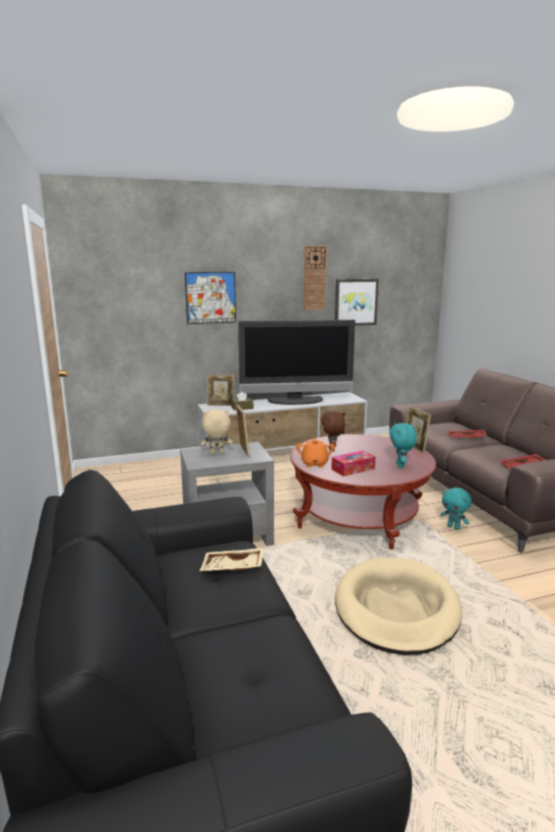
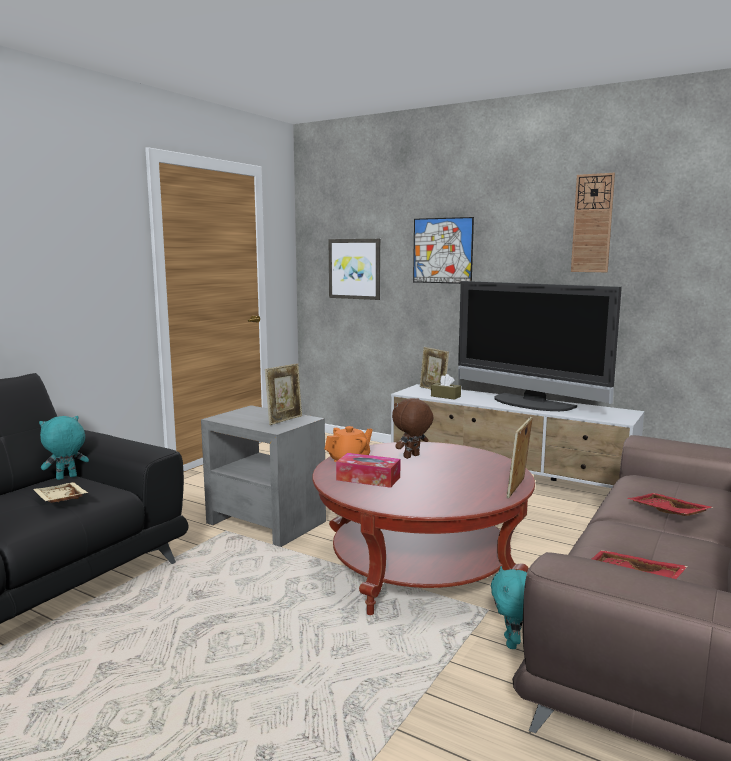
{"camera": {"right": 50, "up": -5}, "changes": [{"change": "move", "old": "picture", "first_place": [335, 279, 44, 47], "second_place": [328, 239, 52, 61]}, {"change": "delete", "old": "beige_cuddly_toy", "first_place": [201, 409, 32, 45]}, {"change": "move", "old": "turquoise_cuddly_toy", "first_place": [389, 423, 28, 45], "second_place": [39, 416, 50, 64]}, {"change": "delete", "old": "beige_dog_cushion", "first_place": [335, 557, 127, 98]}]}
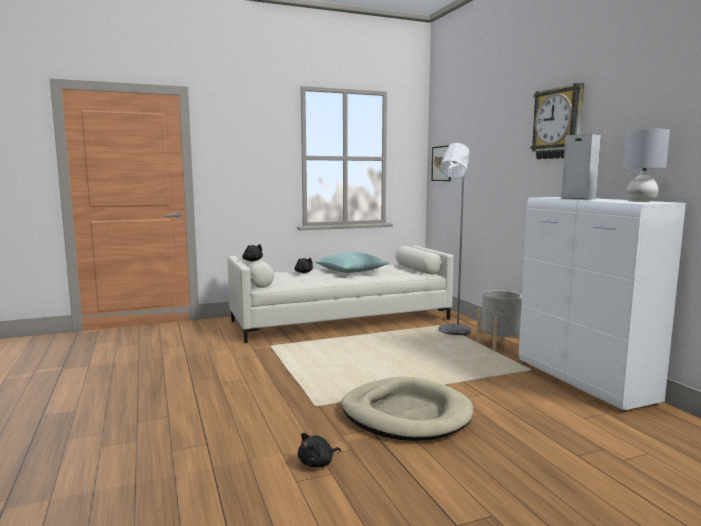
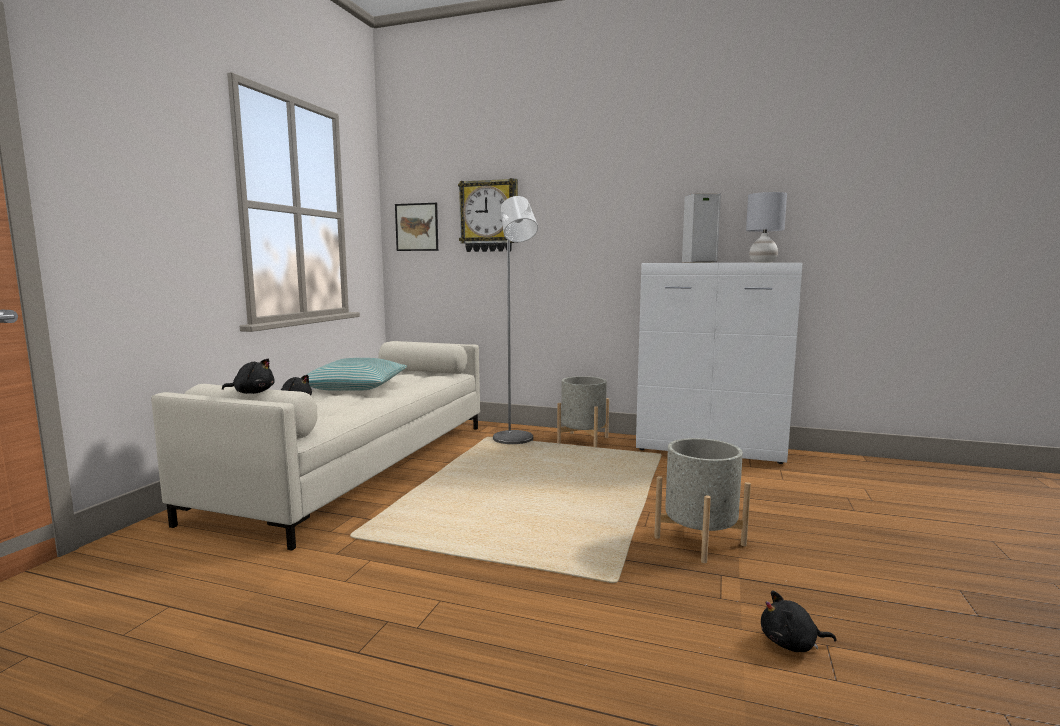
{"camera": {"right": -50, "up": 0}, "changes": [{"change": "move", "old": "wall_clock", "first_place": [530, 83, 54, 76], "second_place": [458, 178, 60, 74]}, {"change": "replace", "old": "beige_dog_cushion", "new": "greyish_plant_pot", "first_place": [341, 377, 132, 64], "second_place": [654, 438, 97, 125]}, {"change": "rotate", "old": "black_cuddly_toy", "first_place": [298, 433, 43, 34], "second_place": [761, 591, 76, 61], "degrees": 90}]}
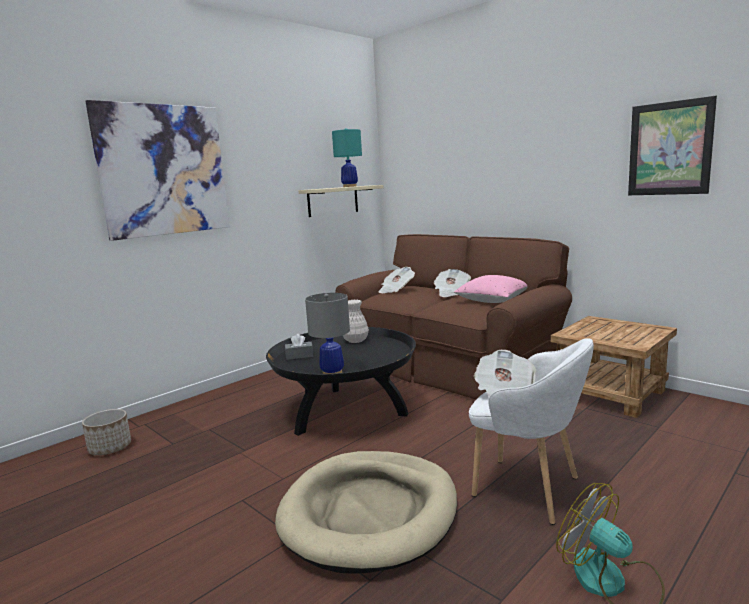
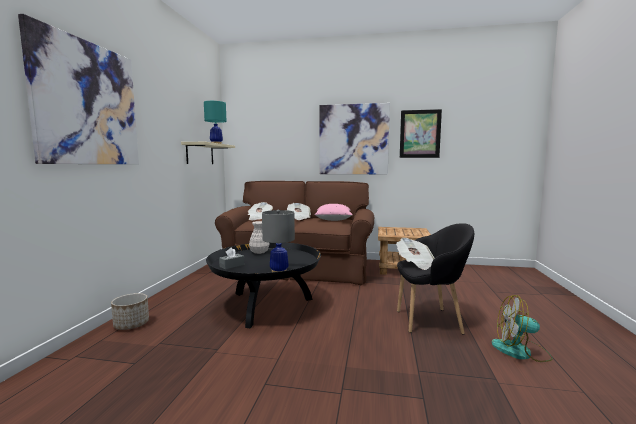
{"camera": {"right": -35, "up": -5}, "changes": [{"change": "recolor", "old": "white_easy_chair", "new": "black_easy_chair", "first_place": [469, 339, 125, 186], "second_place": [397, 223, 77, 112]}, {"change": "move", "old": "plant_pot", "first_place": [82, 409, 49, 46], "second_place": [111, 293, 38, 37]}, {"change": "delete", "old": "beige_dog_cushion", "first_place": [275, 451, 182, 122]}, {"change": "insert", "new": "picture", "second_place": [320, 103, 70, 71]}]}
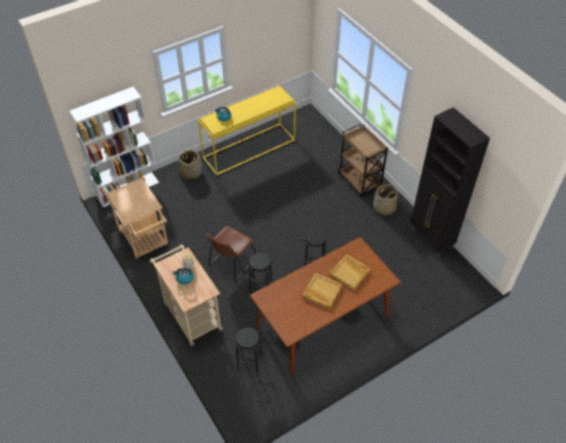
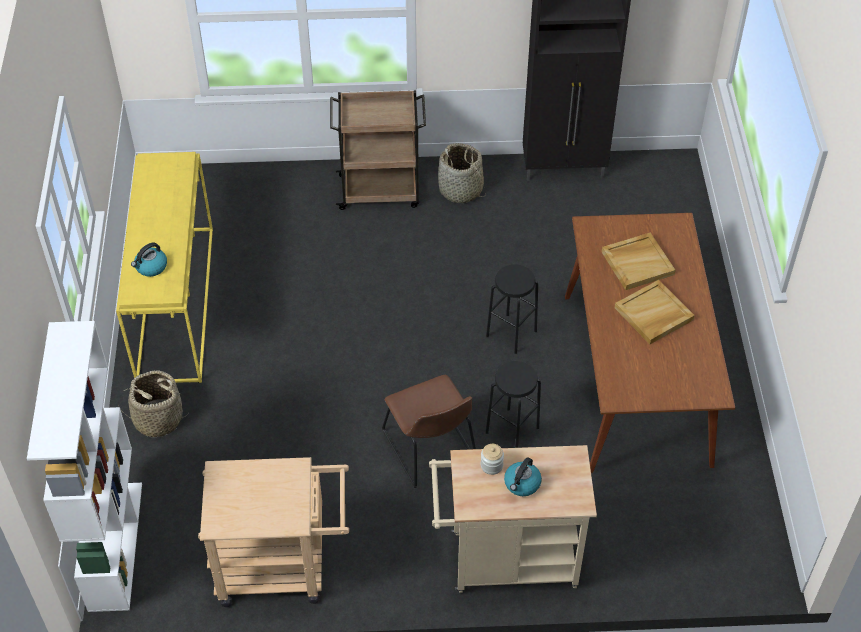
{"camera": {"right": -60, "up": 0}, "changes": [{"change": "delete", "old": "black_stool_seat", "first_place": [236, 328, 26, 44]}]}
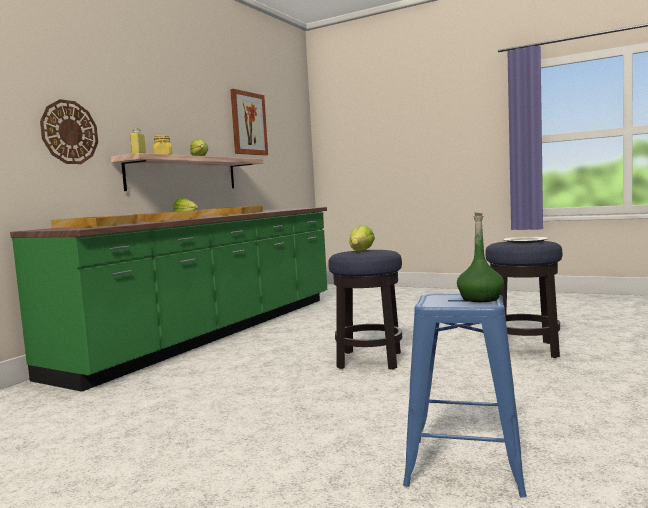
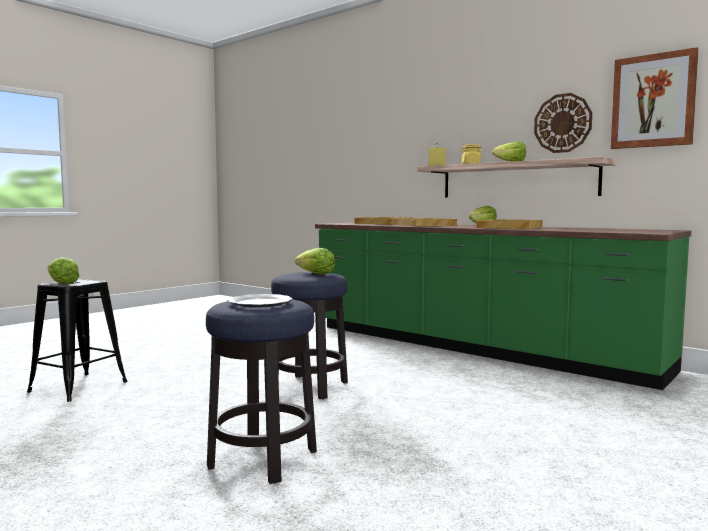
{"camera": {"right": 100, "up": 0}, "changes": [{"change": "move", "old": "wall_clock", "first_place": [40, 99, 58, 65], "second_place": [534, 93, 58, 60]}, {"change": "replace", "old": "green_beverage_bottle", "new": "lettuce", "first_place": [457, 212, 47, 90], "second_place": [48, 257, 31, 28]}, {"change": "recolor", "old": "blue_stool_seat", "new": "black_stool_seat", "first_place": [403, 294, 124, 203], "second_place": [27, 279, 100, 123]}]}
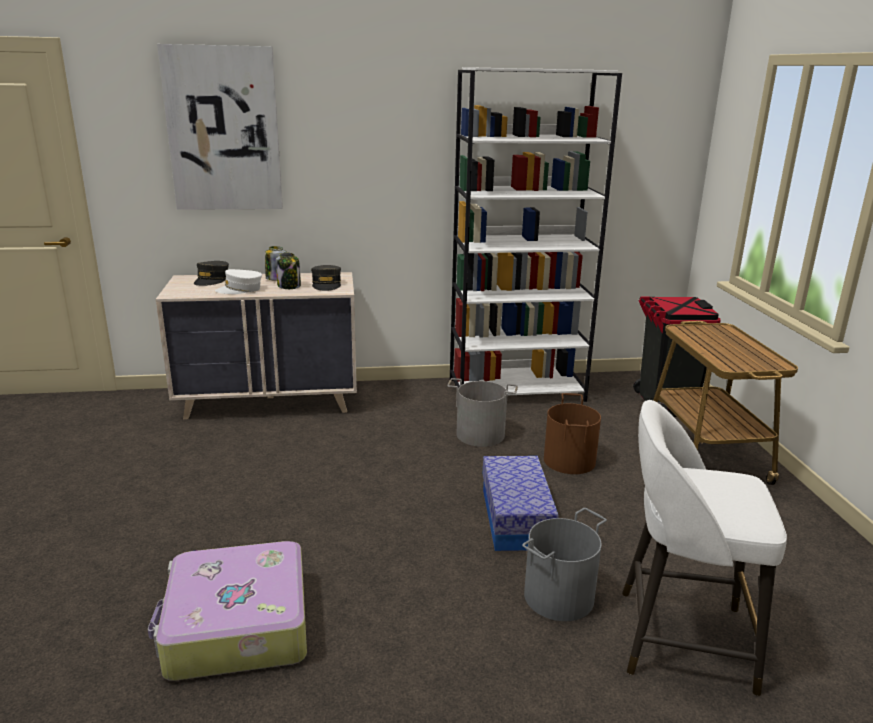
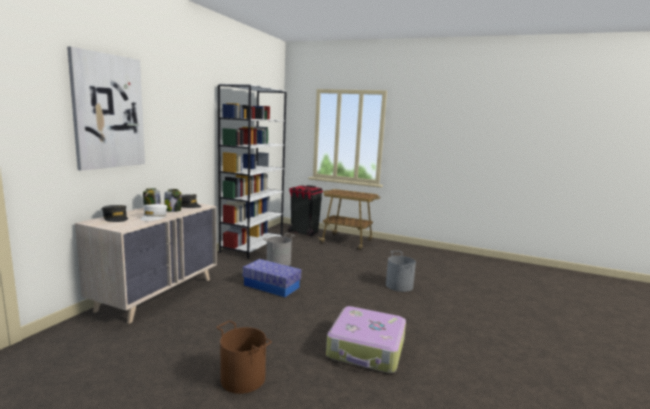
{"camera": {"right": -60, "up": -10}, "changes": [{"change": "move", "old": "brown_water_bucket", "first_place": [544, 393, 57, 81], "second_place": [216, 321, 56, 73]}, {"change": "delete", "old": "white_stool_seat", "first_place": [622, 400, 165, 296]}, {"change": "move", "old": "storage_bin", "first_place": [483, 456, 76, 95], "second_place": [243, 259, 58, 38]}]}
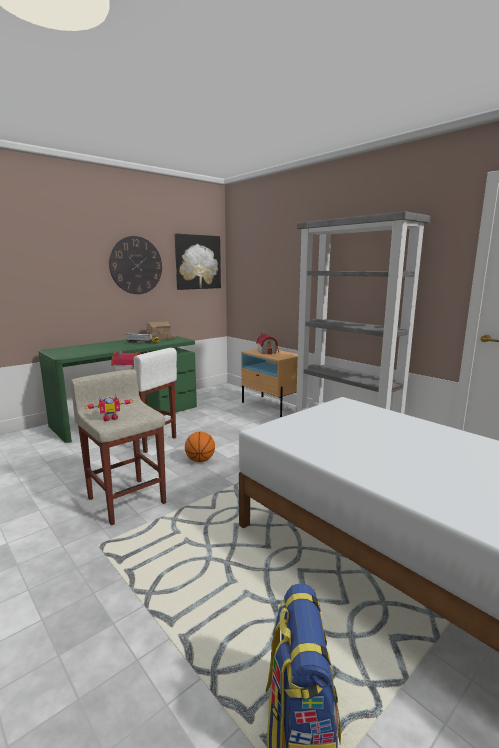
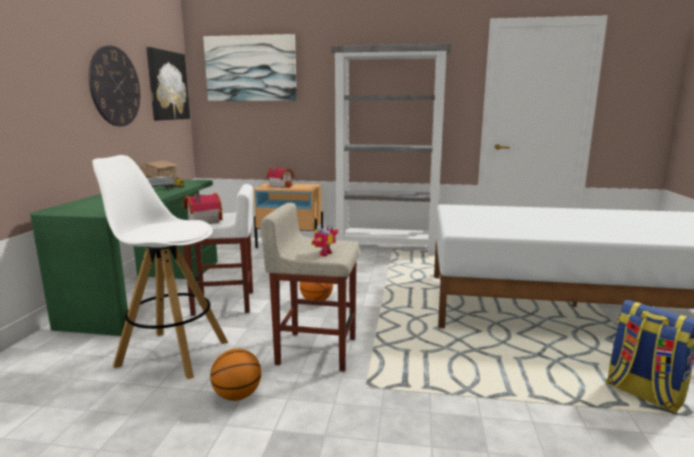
{"camera": {"right": -40, "up": 0}, "changes": [{"change": "insert", "new": "picture", "second_place": [203, 34, 94, 67]}, {"change": "insert", "new": "white_stool_seat", "second_place": [92, 155, 136, 224]}, {"change": "insert", "new": "ball_for_basketball", "second_place": [210, 349, 51, 52]}]}
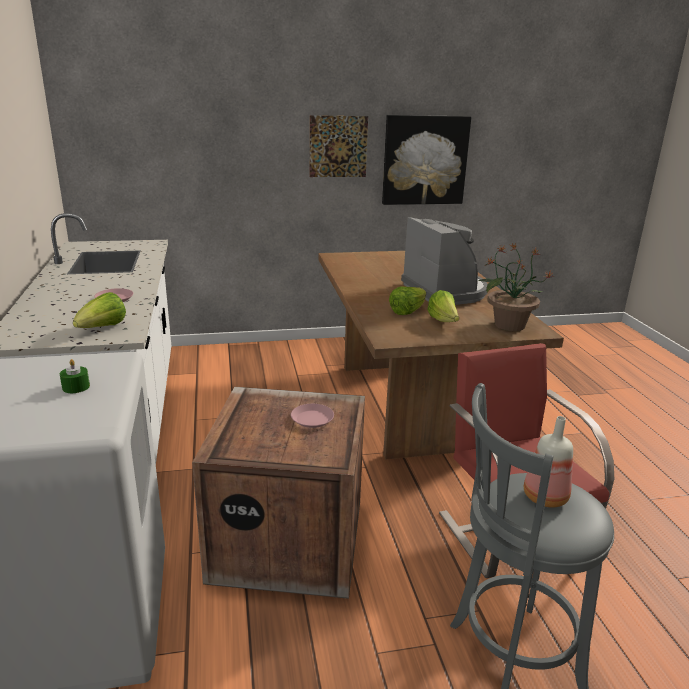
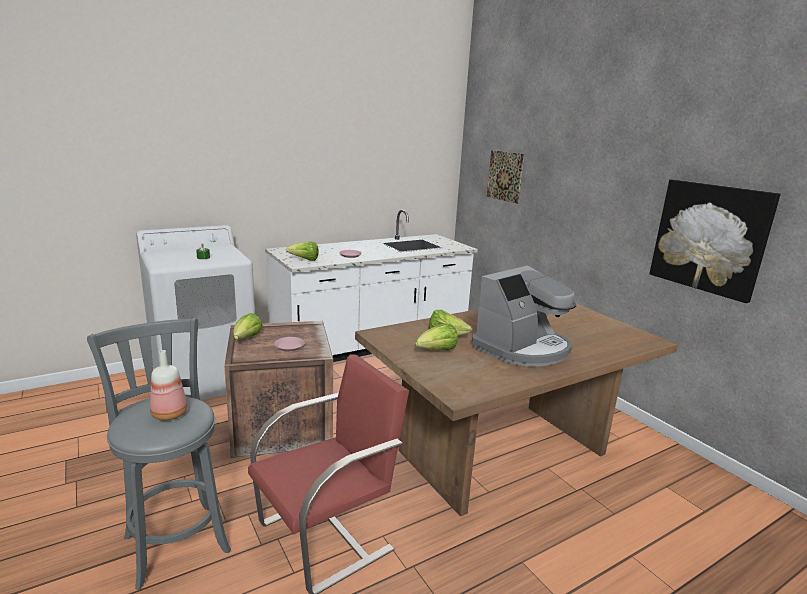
{"camera": {"right": 70, "up": -5}, "changes": [{"change": "move", "old": "picture", "first_place": [310, 115, 58, 62], "second_place": [487, 150, 37, 54]}, {"change": "delete", "old": "potted_plant", "first_place": [478, 243, 77, 88]}, {"change": "insert", "new": "lettuce", "second_place": [233, 313, 29, 27]}]}
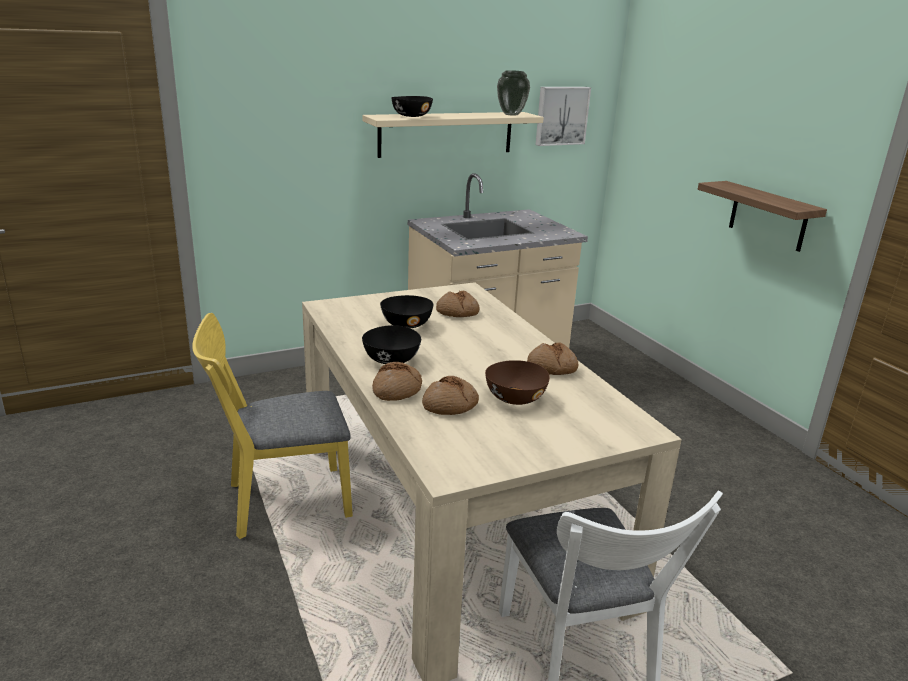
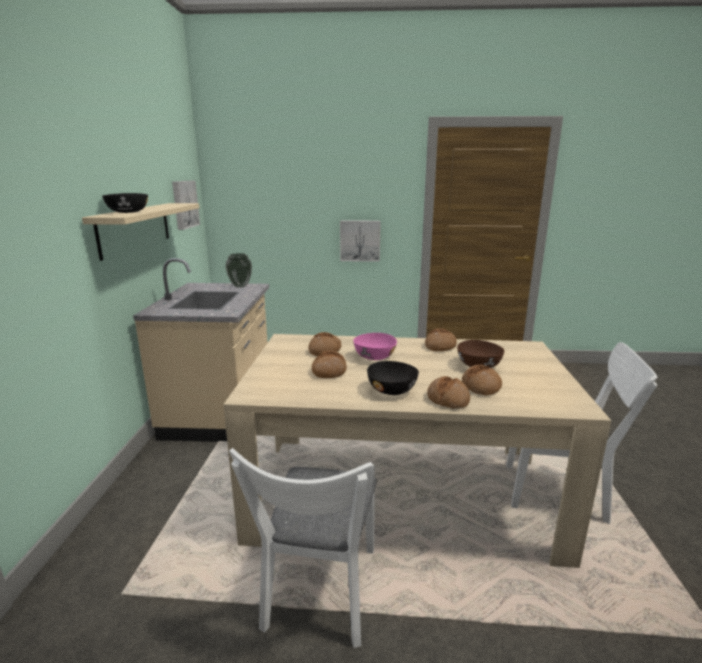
{"camera": {"right": -60, "up": -5}, "changes": [{"change": "move", "old": "decorative_vase", "first_place": [497, 70, 33, 46], "second_place": [225, 253, 27, 35]}, {"change": "replace", "old": "bracket_shelf", "new": "picture", "first_place": [698, 181, 129, 71], "second_place": [340, 220, 41, 42]}, {"change": "replace", "old": "black_deep_dish", "new": "bakery_bread", "first_place": [380, 295, 54, 33], "second_place": [312, 351, 35, 27]}, {"change": "recolor", "old": "yellowish_chair", "new": "white_chair", "first_place": [192, 313, 161, 226], "second_place": [229, 448, 148, 200]}, {"change": "insert", "new": "pink-coloured_deep_dish", "second_place": [353, 333, 44, 27]}]}
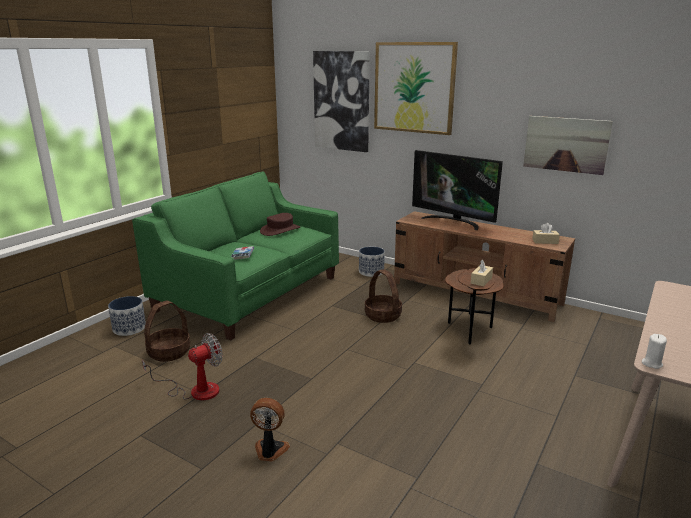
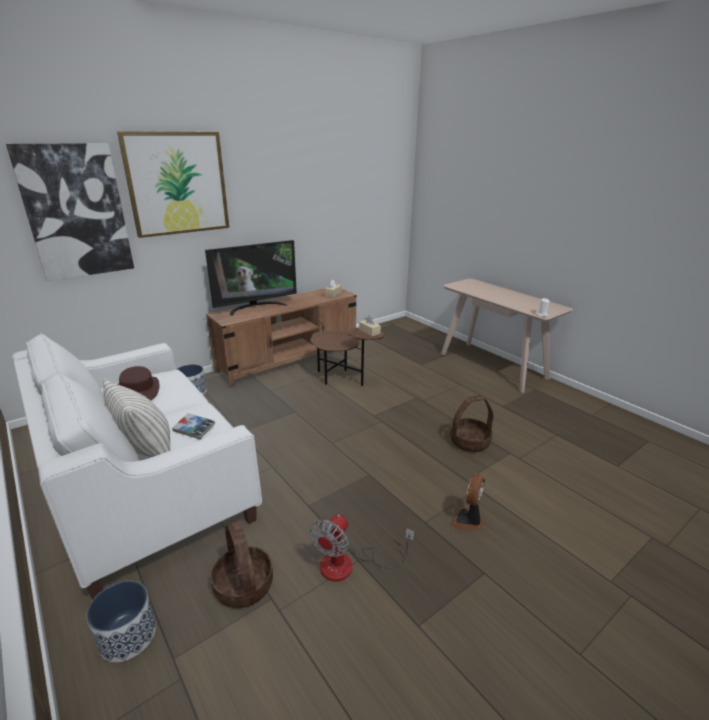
{"camera": {"right": -70, "up": 5}, "changes": [{"change": "delete", "old": "picture", "first_place": [523, 116, 90, 59]}, {"change": "recolor", "old": "green_settee", "new": "white_settee", "first_place": [132, 172, 207, 168], "second_place": [12, 333, 250, 266]}, {"change": "move", "old": "storage_basket", "first_place": [365, 269, 37, 54], "second_place": [450, 395, 43, 57]}, {"change": "rotate", "old": "electric_fan", "first_place": [142, 333, 81, 67], "second_place": [310, 514, 104, 68], "degrees": -135}, {"change": "insert", "new": "cushion", "second_place": [103, 379, 67, 78]}]}
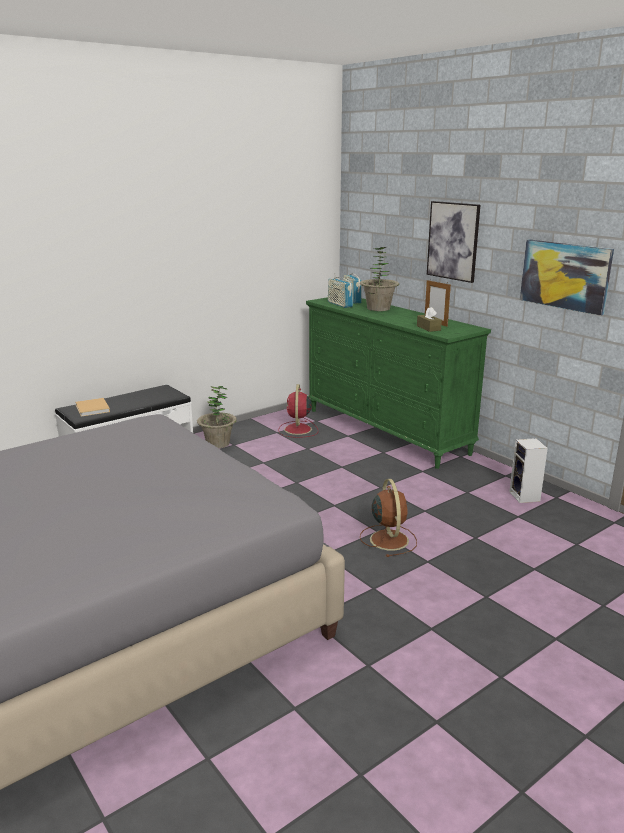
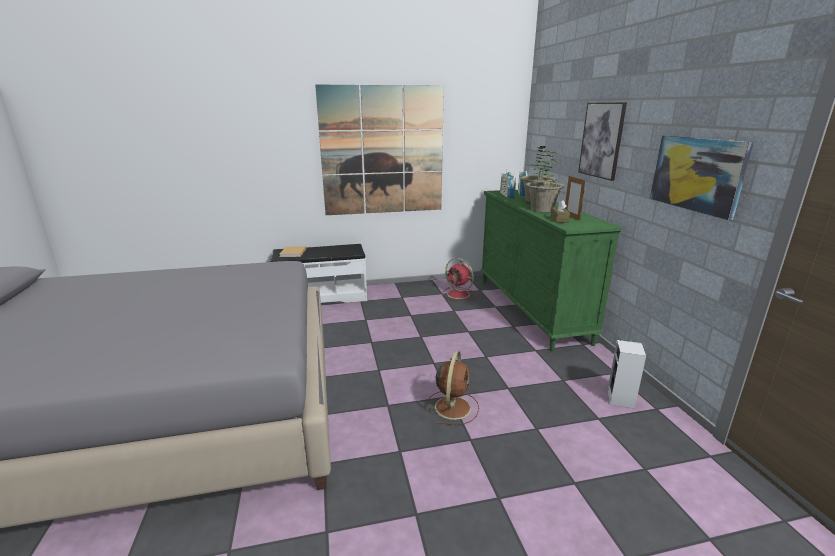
{"camera": {"right": 25, "up": 0}, "changes": [{"change": "rotate", "old": "red-coloured_electric_fan", "first_place": [278, 384, 40, 54], "second_place": [442, 258, 34, 44], "degrees": -75}, {"change": "move", "old": "potted_plant", "first_place": [197, 386, 40, 62], "second_place": [525, 149, 40, 63]}, {"change": "insert", "new": "picture", "second_place": [315, 84, 129, 131]}]}
